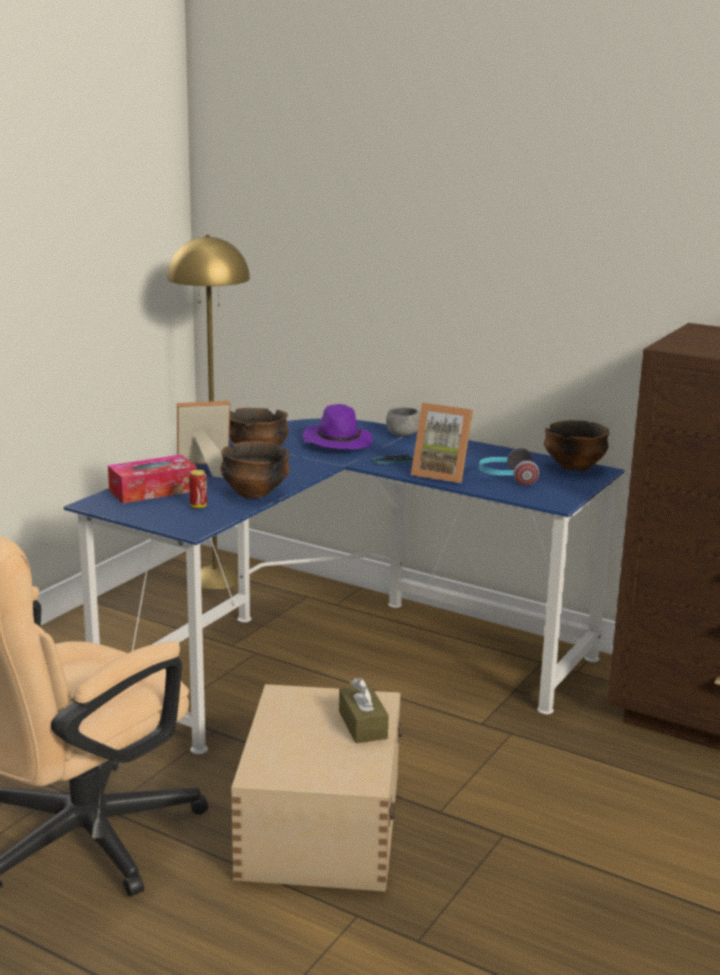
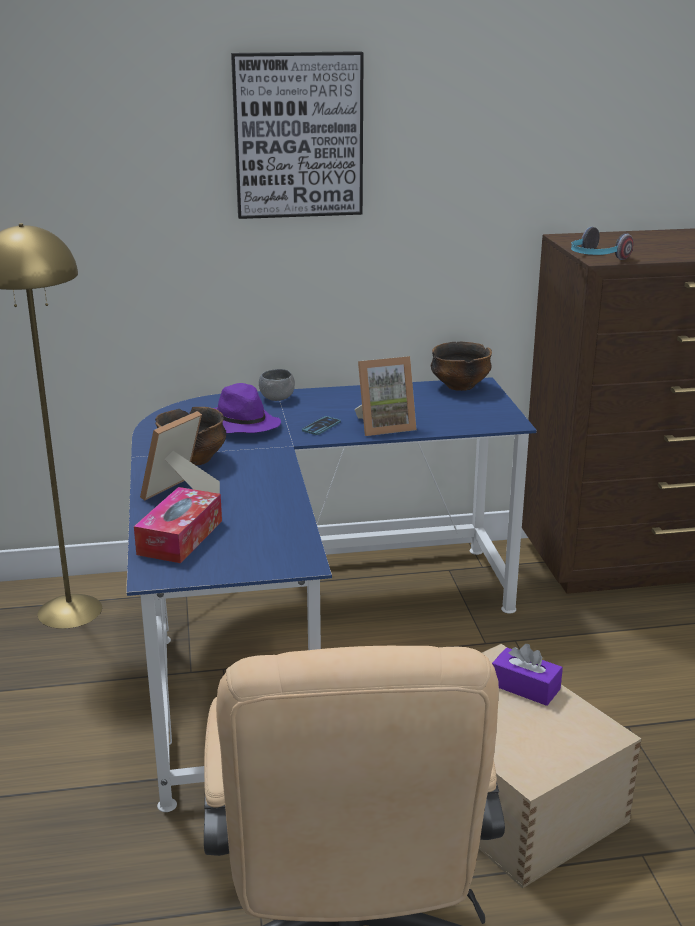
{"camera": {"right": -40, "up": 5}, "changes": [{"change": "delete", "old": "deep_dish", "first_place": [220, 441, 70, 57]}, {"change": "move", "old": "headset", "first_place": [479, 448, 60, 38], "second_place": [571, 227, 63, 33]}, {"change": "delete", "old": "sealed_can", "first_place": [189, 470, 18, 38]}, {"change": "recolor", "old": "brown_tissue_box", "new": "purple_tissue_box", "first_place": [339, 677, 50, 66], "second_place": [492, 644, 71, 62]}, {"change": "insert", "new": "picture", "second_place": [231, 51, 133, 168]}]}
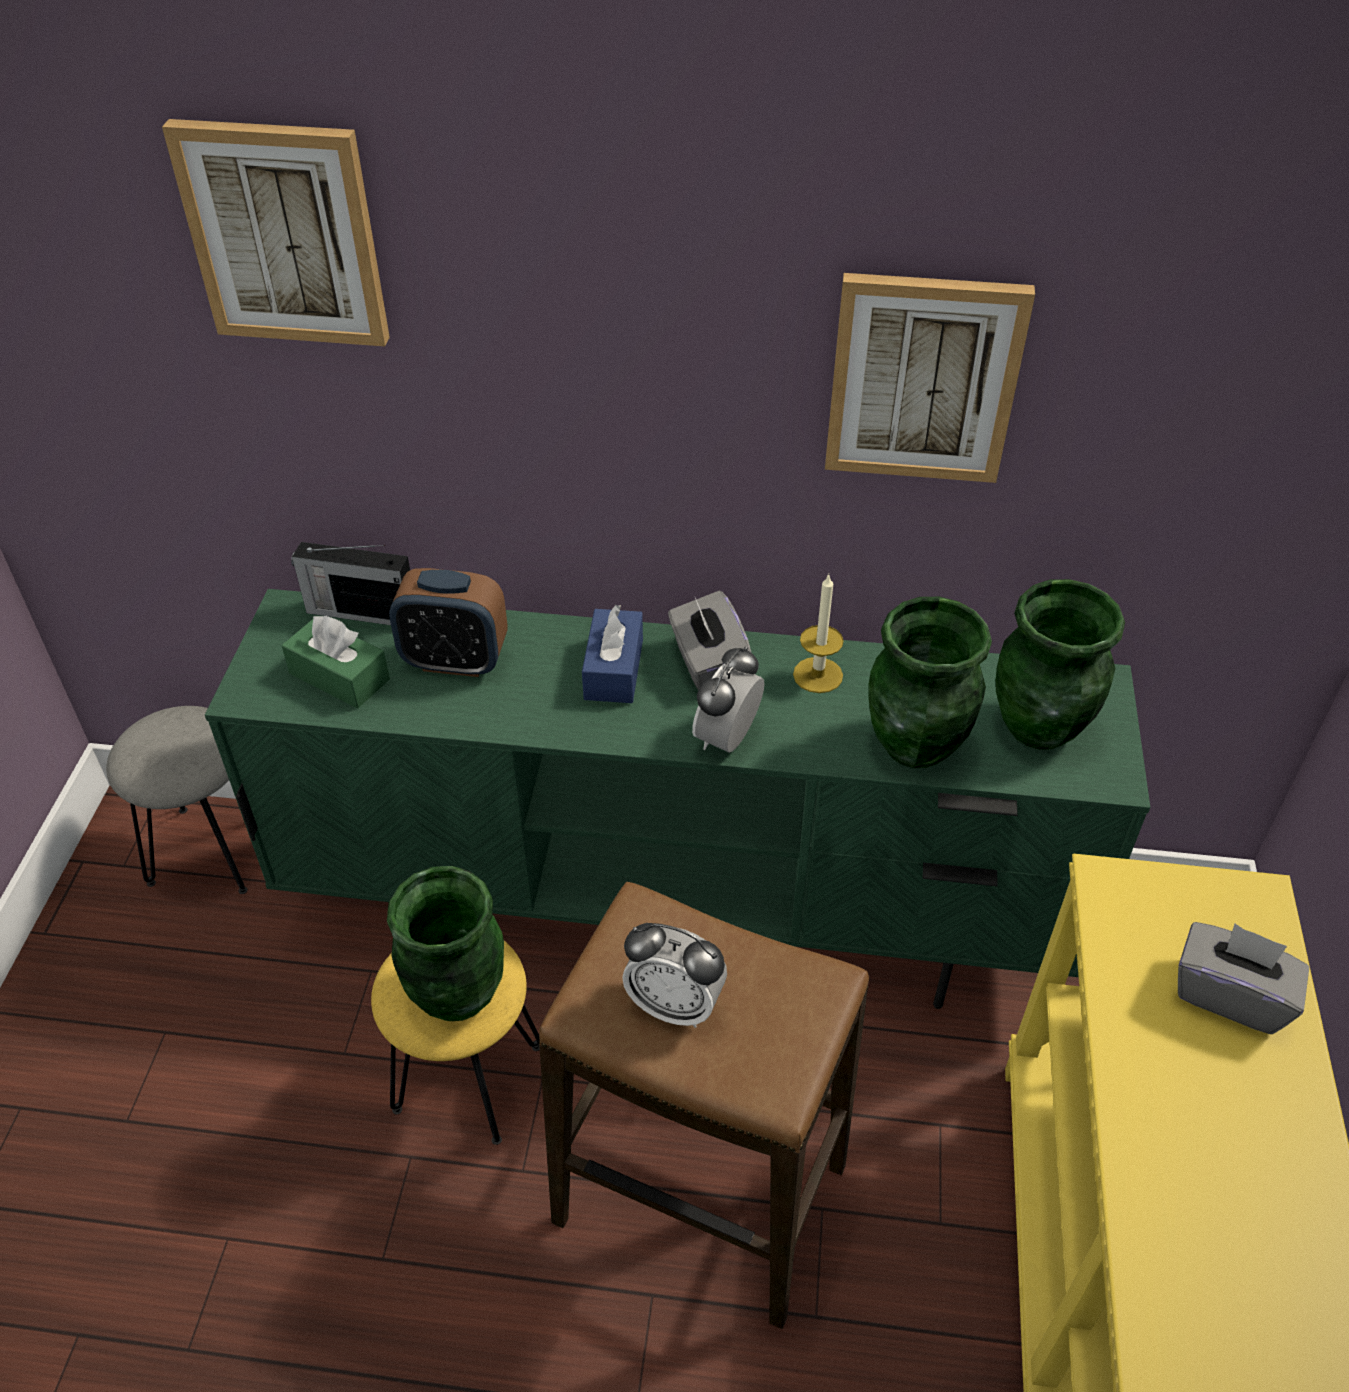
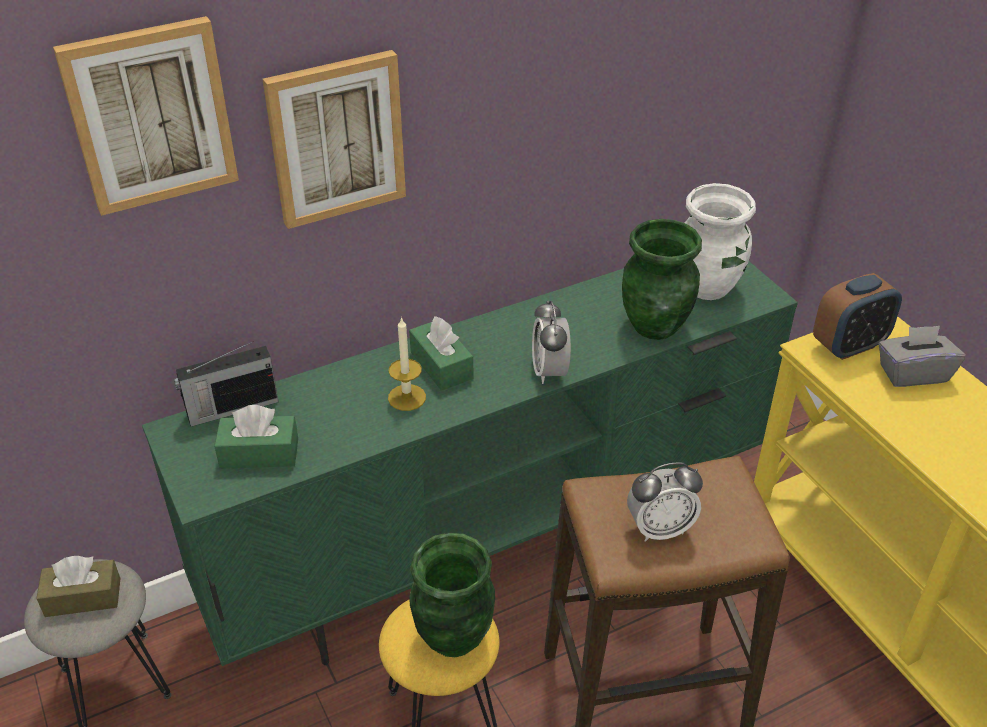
{"camera": {"right": -35, "up": -5}, "changes": [{"change": "move", "old": "picture", "first_place": [825, 273, 210, 210], "second_place": [263, 50, 143, 179]}, {"change": "move", "old": "alarm_clock", "first_place": [389, 568, 118, 109], "second_place": [813, 273, 89, 87]}, {"change": "move", "old": "wax_candle", "first_place": [793, 574, 51, 119], "second_place": [388, 317, 38, 94]}, {"change": "recolor", "old": "green_decorative_vase", "new": "white_decorative_vase", "first_place": [996, 579, 129, 171], "second_place": [685, 183, 71, 117]}, {"change": "delete", "old": "greyish_tissue_box", "first_place": [668, 591, 84, 99]}, {"change": "recolor", "old": "blue_tissue_box", "new": "green_tissue_box", "first_place": [582, 605, 61, 98], "second_place": [409, 316, 65, 75]}, {"change": "insert", "new": "brown_tissue_box", "second_place": [36, 556, 85, 61]}]}
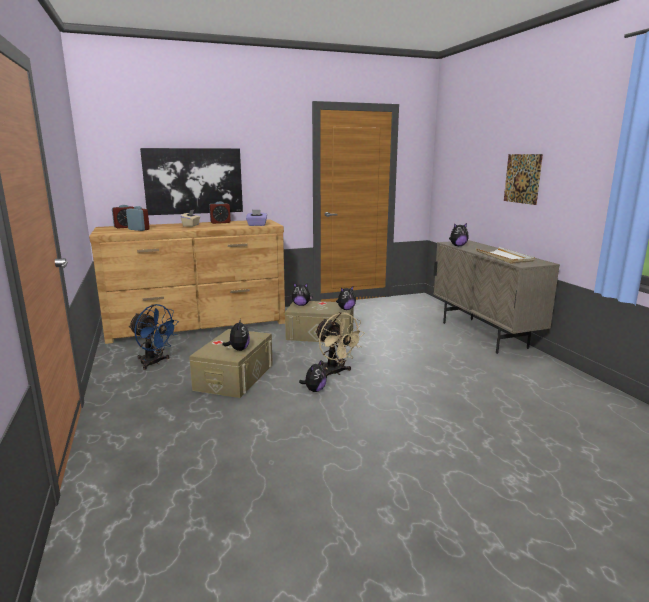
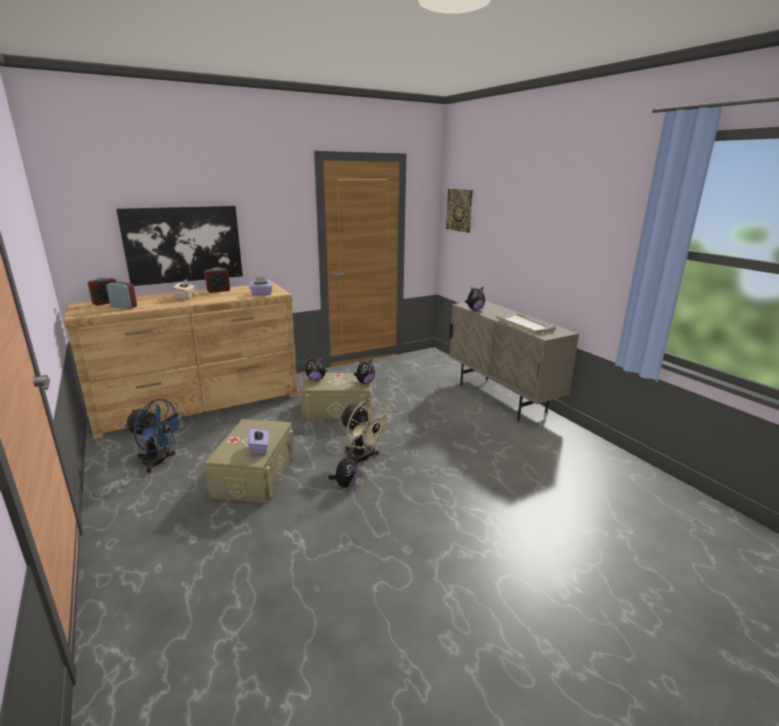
{"camera": {"right": -10, "up": 5}, "changes": [{"change": "move", "old": "picture", "first_place": [504, 154, 39, 51], "second_place": [446, 189, 27, 44]}, {"change": "replace", "old": "cuddly_toy", "new": "purple_tissue_box", "first_place": [223, 318, 27, 33], "second_place": [248, 428, 21, 27]}]}
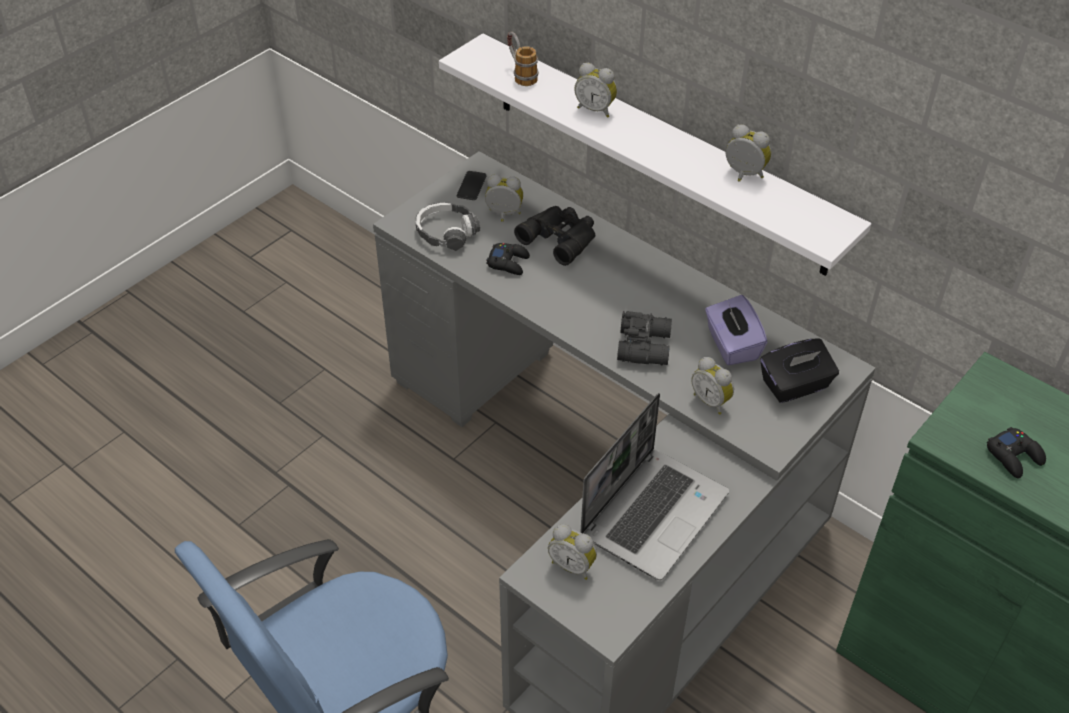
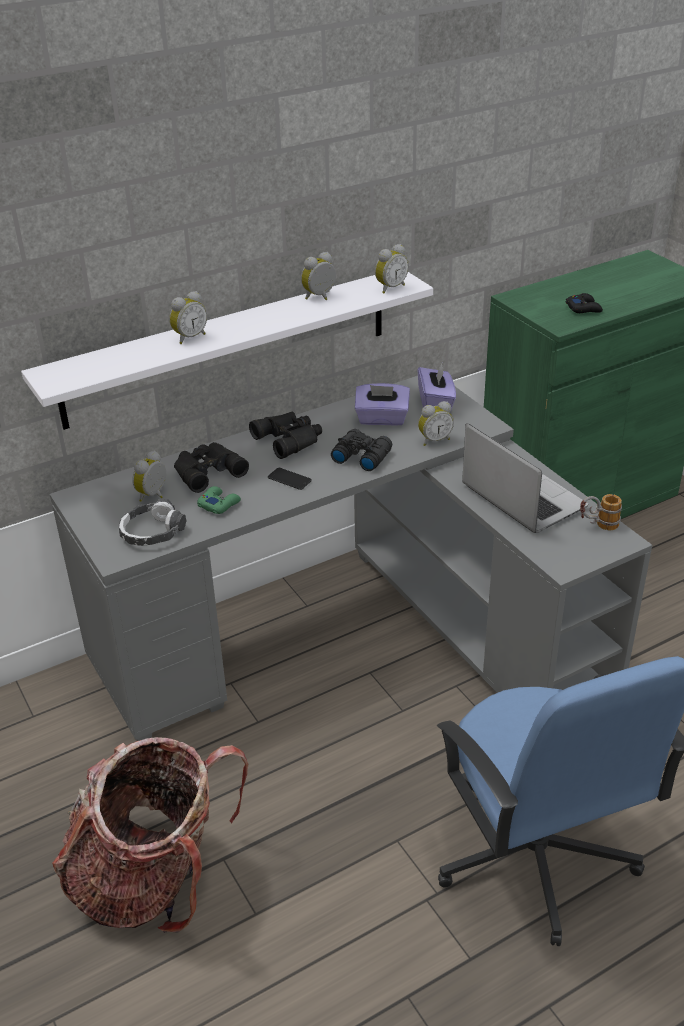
{"camera": {"right": -70, "up": -10}, "changes": [{"change": "move", "old": "mug", "first_place": [507, 32, 32, 54], "second_place": [580, 494, 42, 36]}, {"change": "move", "old": "handset", "first_place": [457, 171, 30, 29], "second_place": [268, 468, 44, 22]}, {"change": "recolor", "old": "black_game_controller", "new": "green_game_controller", "first_place": [486, 243, 44, 32], "second_place": [197, 486, 44, 28]}, {"change": "recolor", "old": "black_tissue_box", "new": "purple_tissue_box", "first_place": [760, 339, 79, 64], "second_place": [418, 364, 38, 49]}, {"change": "move", "old": "alarm_clock", "first_place": [548, 524, 49, 56], "second_place": [375, 244, 34, 49]}, {"change": "insert", "new": "black_pair_of_binoculars", "second_place": [249, 412, 73, 47]}, {"change": "insert", "new": "knapsack", "second_place": [52, 737, 196, 196]}]}
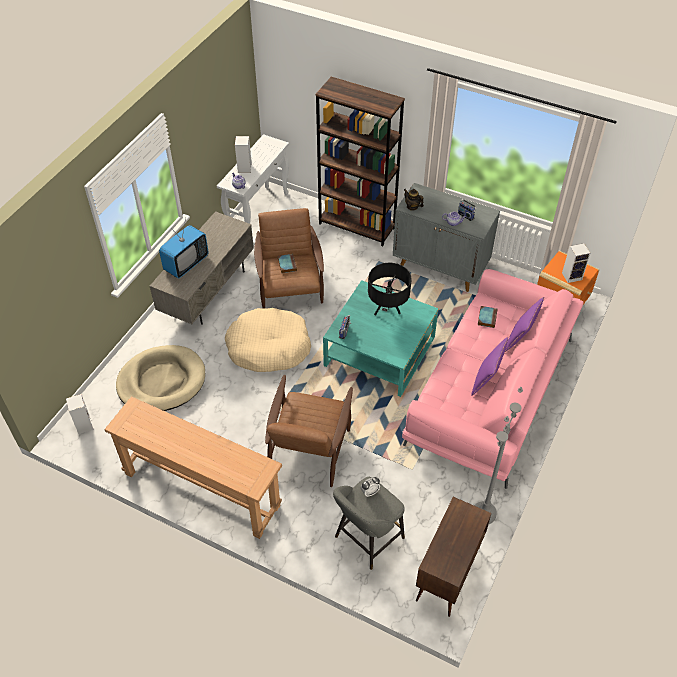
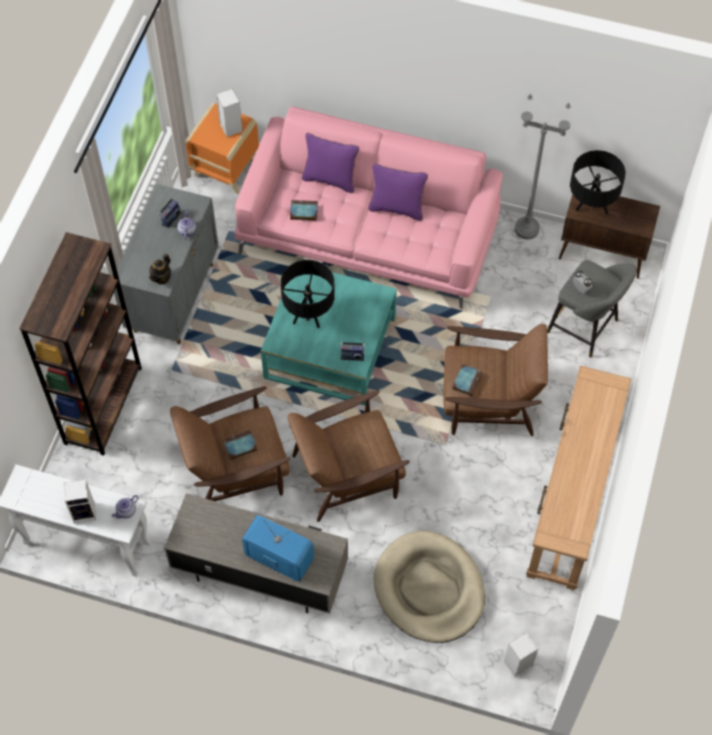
{"camera": {"right": -100, "up": 10}, "changes": [{"change": "replace", "old": "beige_dog_cushion", "new": "brown_easy_chair", "first_place": [225, 308, 86, 64], "second_place": [287, 390, 123, 132]}, {"change": "insert", "new": "black_tabletop_lamp", "second_place": [570, 150, 56, 65]}, {"change": "insert", "new": "volume", "second_place": [452, 364, 30, 33]}]}
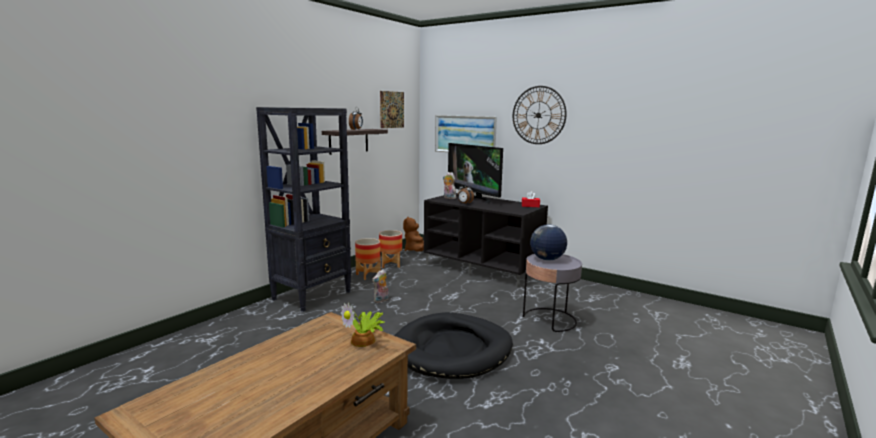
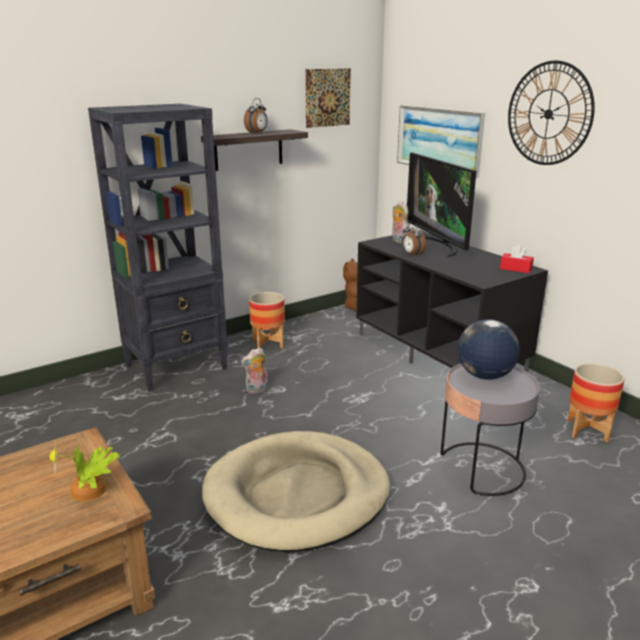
{"camera": {"right": 20, "up": 10}, "changes": [{"change": "move", "old": "plant_pot", "first_place": [379, 230, 23, 38], "second_place": [568, 363, 56, 79]}, {"change": "recolor", "old": "black_dog_cushion", "new": "beige_dog_cushion", "first_place": [395, 312, 118, 67], "second_place": [202, 431, 188, 122]}]}
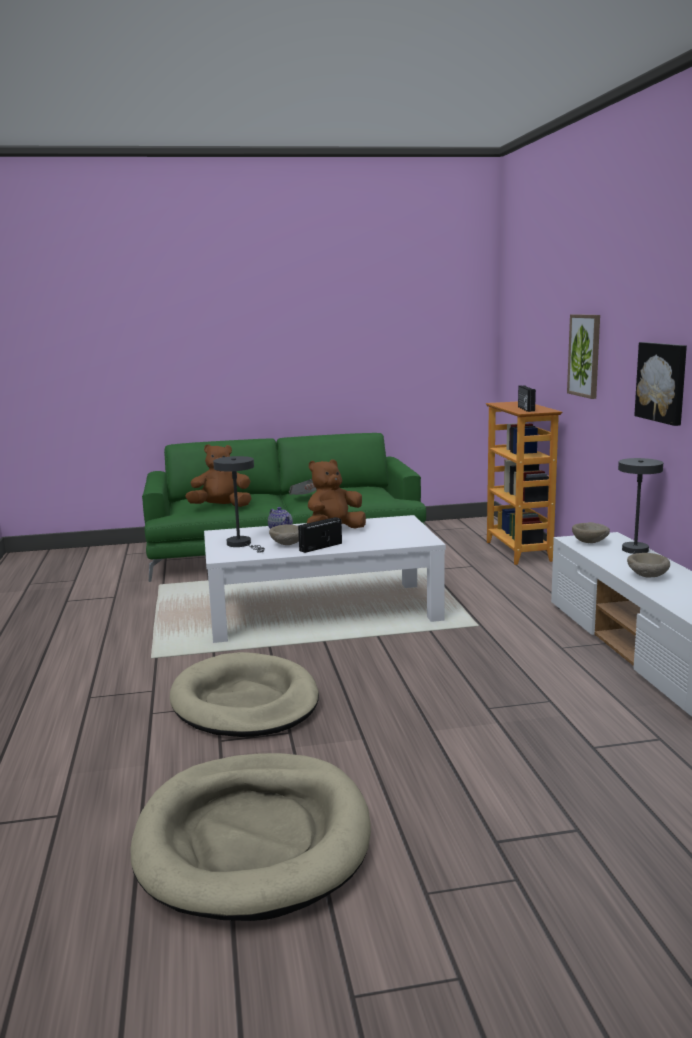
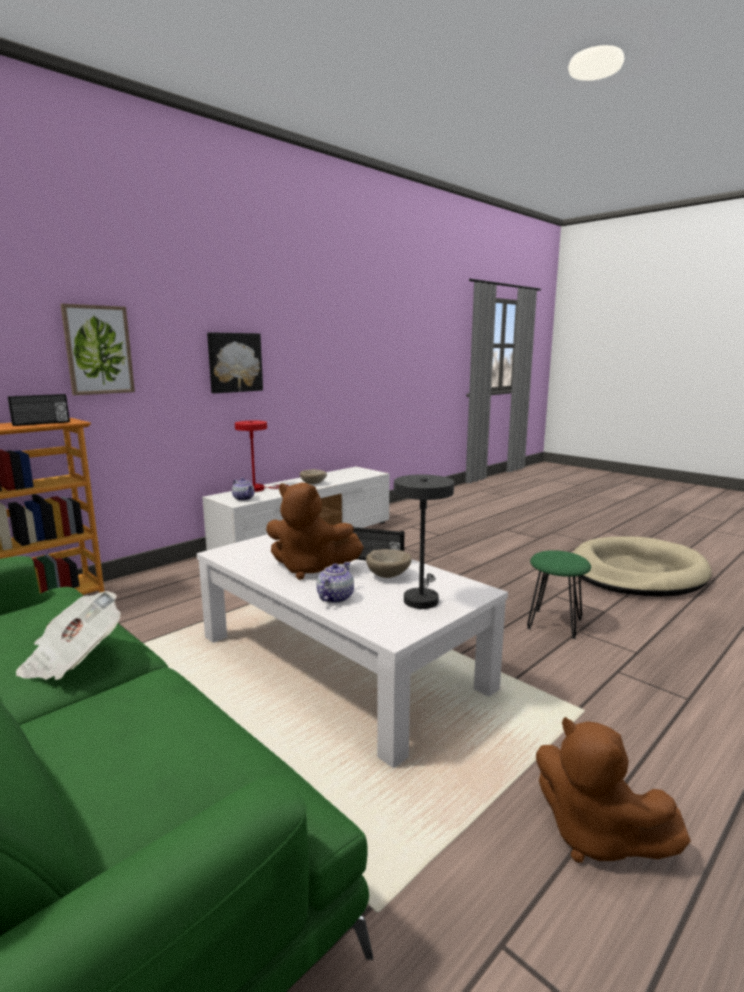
{"camera": {"right": -125, "up": 0}, "changes": [{"change": "move", "old": "brown_cuddly_toy", "first_place": [185, 444, 67, 63], "second_place": [536, 717, 155, 146]}, {"change": "recolor", "old": "greyish_tabletop_lamp", "new": "red-coloured_tabletop_lamp", "first_place": [618, 458, 45, 96], "second_place": [235, 421, 54, 71]}, {"change": "replace", "old": "beige_deep_dish", "new": "teapot", "first_place": [572, 522, 38, 21], "second_place": [232, 478, 22, 23]}, {"change": "replace", "old": "beige_dog_cushion", "new": "green_stool_seat", "first_place": [170, 652, 149, 85], "second_place": [527, 550, 64, 89]}]}
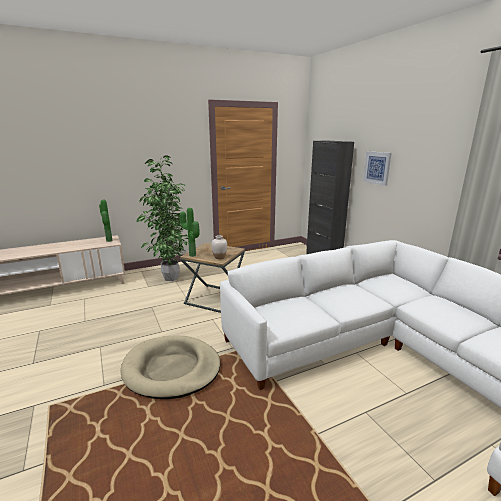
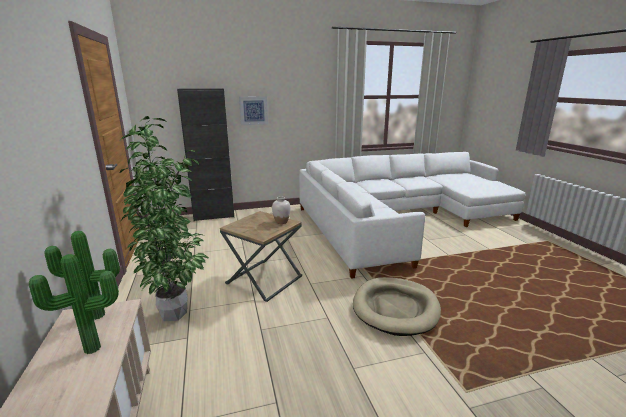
{"camera": {"right": -80, "up": 0}, "changes": [{"change": "move", "old": "potted_plant", "first_place": [180, 208, 20, 49], "second_place": [29, 254, 90, 100]}]}
